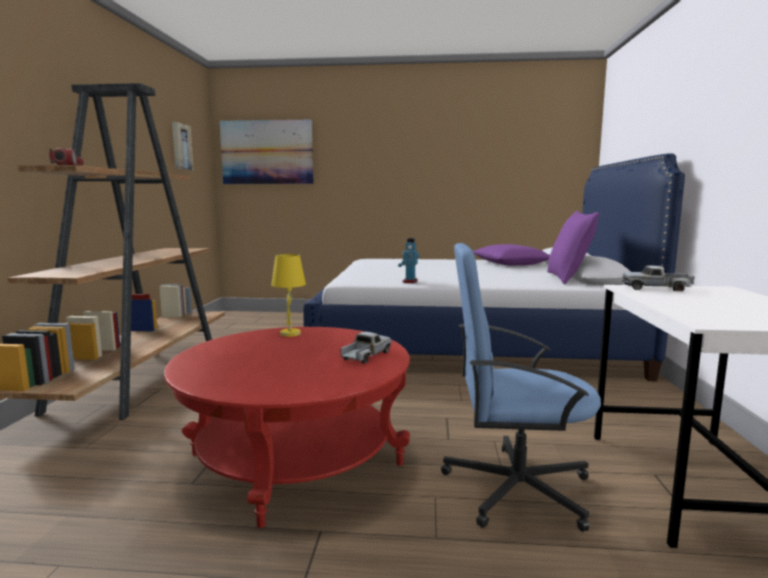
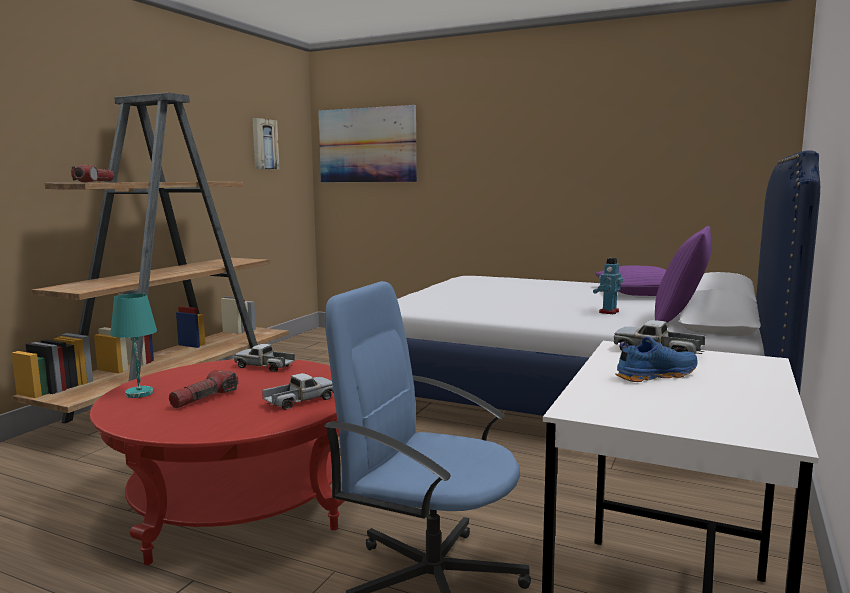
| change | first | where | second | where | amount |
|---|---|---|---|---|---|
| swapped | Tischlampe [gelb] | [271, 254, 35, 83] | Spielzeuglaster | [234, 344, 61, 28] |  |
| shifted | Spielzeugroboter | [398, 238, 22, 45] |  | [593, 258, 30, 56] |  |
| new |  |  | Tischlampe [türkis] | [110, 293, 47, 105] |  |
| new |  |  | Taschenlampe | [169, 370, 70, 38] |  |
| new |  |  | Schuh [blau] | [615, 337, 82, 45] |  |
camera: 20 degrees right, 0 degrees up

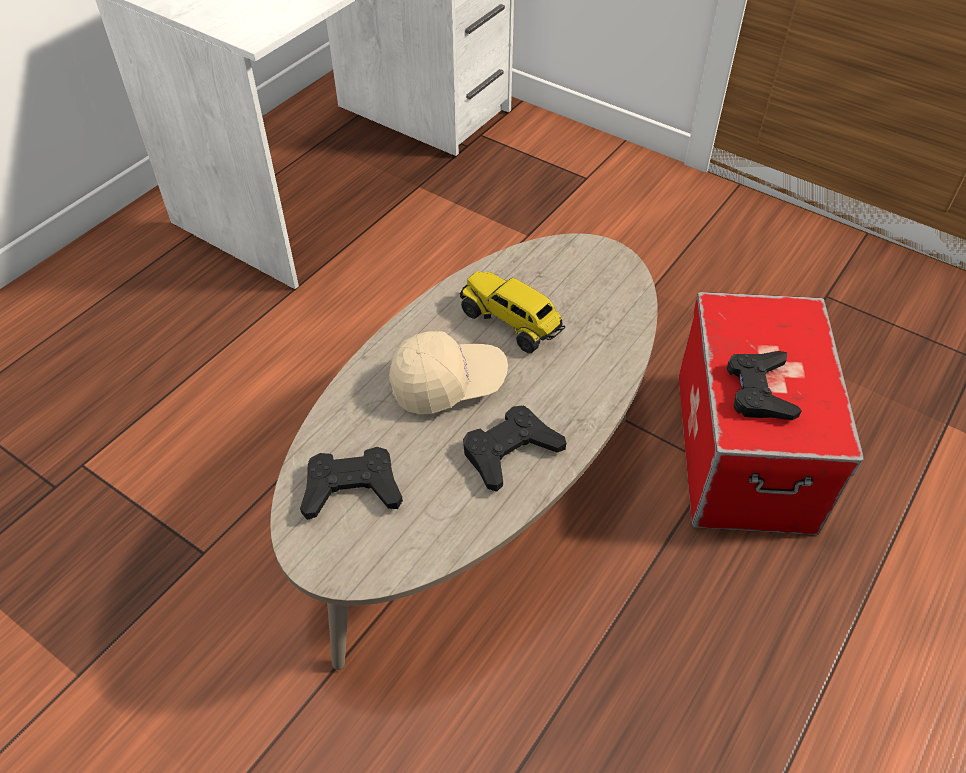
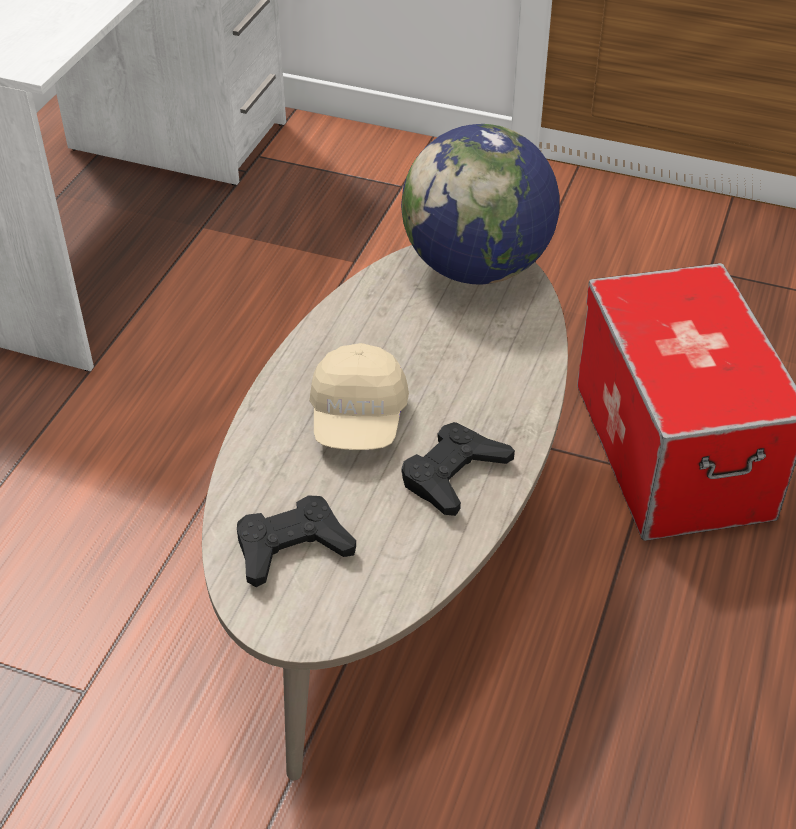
| change | first | where | second | where | amount |
|---|---|---|---|---|---|
| rotated | Kappe [beige] | [389, 331, 119, 84] |  | [309, 343, 100, 107] | 120 degrees clockwise |
| gone | Spielzeuglaster | [460, 271, 105, 82] |  |  |  |
| gone | Gamepad [schwarz] | [727, 351, 75, 69] |  |  |  |
| new |  |  | Globus | [401, 124, 158, 161] |  |
camera: 15 degrees left, 5 degrees down

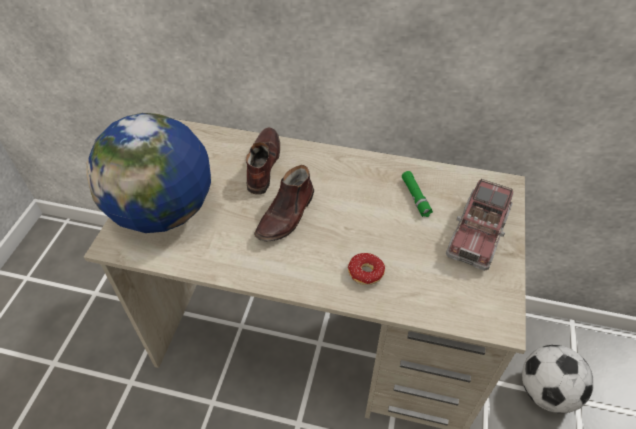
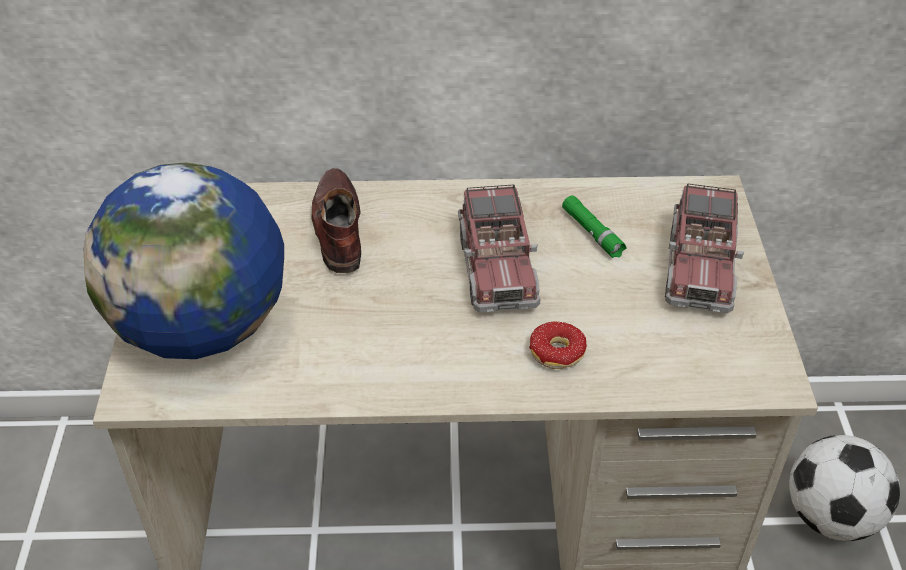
| change | first | where | second | where | amount |
|---|---|---|---|---|---|
| gone | Schuh [braun] | [254, 165, 60, 77] |  |  |  |
| new |  |  | Spielzeuglaster | [458, 185, 82, 127] |  |
camera: 15 degrees left, 5 degrees down

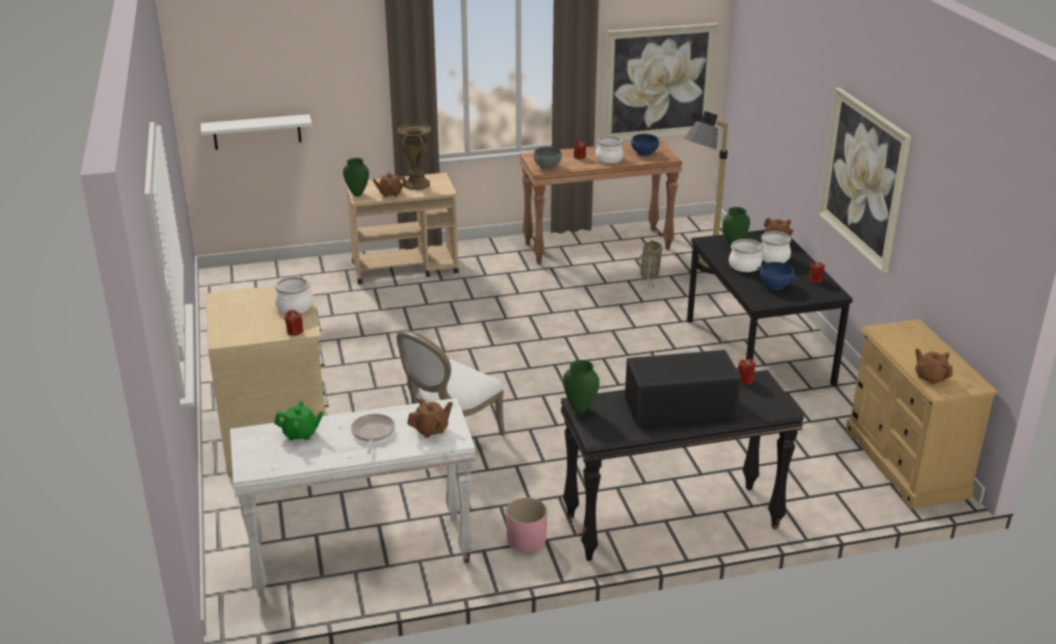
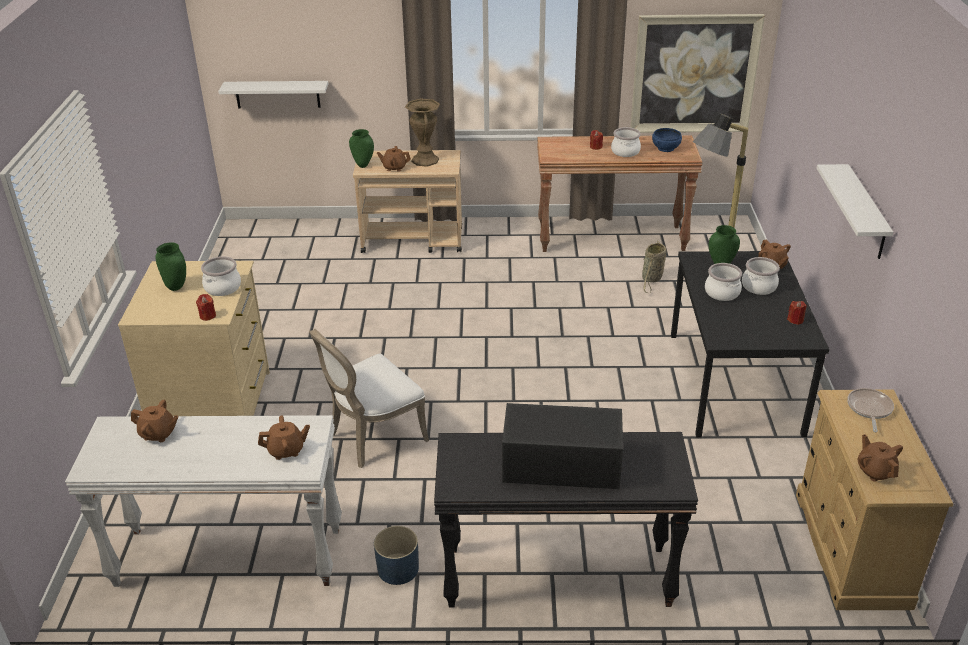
| change | first | where | second | where | amount |
|---|---|---|---|---|---|
| repainted | Teekanne [grün] | [274, 401, 50, 40] | Teekanne [braun] | [131, 400, 48, 42] |  |
| shifted | Pfanne | [351, 414, 44, 40] |  | [847, 388, 47, 44] |  |
| repainted | Pflanzkübel [rosa] | [506, 498, 41, 54] | Pflanzkübel [blau] | [374, 526, 45, 59] |  |
| gone | Schüssel [grau] | [533, 147, 29, 23] |  |  |  |
| shifted | Vase [grün] | [563, 360, 36, 54] |  | [155, 242, 31, 49] |  |
| gone | Kerze [rot] | [738, 359, 18, 26] |  |  |  |
| gone | Schüssel [blau] | [757, 262, 40, 28] |  |  |  |
| swapped | Bild | [818, 88, 93, 185] | Wandregal [weiß] | [816, 164, 77, 95] |  |
camera: 15 degrees right, 5 degrees up

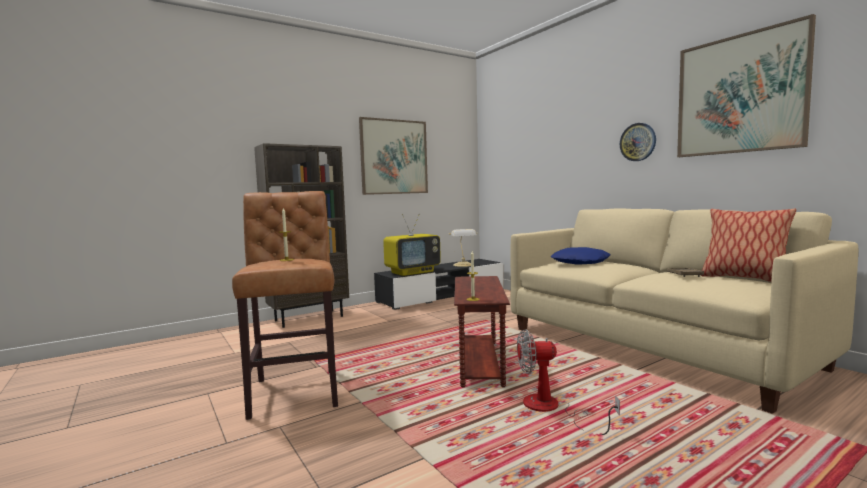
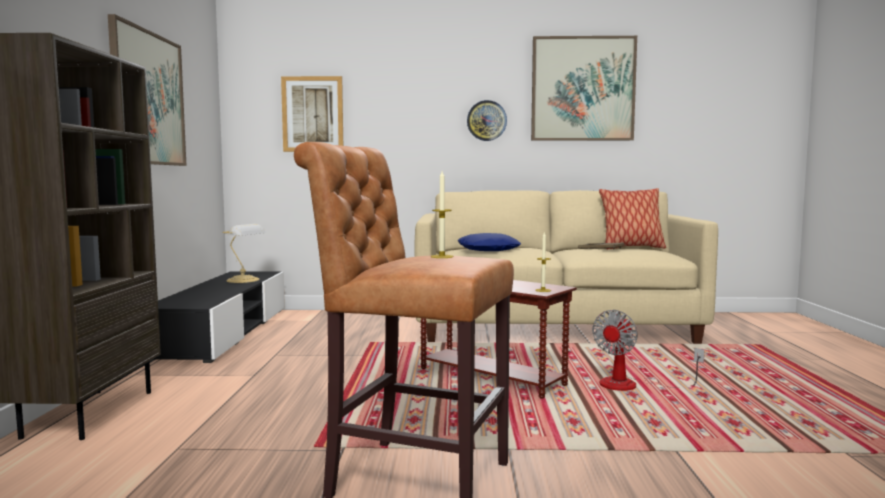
| change | first | where | second | where | amount |
|---|---|---|---|---|---|
| gone | Fernseher | [383, 214, 58, 62] |  |  |  |
| new |  |  | Bild | [281, 76, 62, 76] |  |
camera: 55 degrees left, 0 degrees up

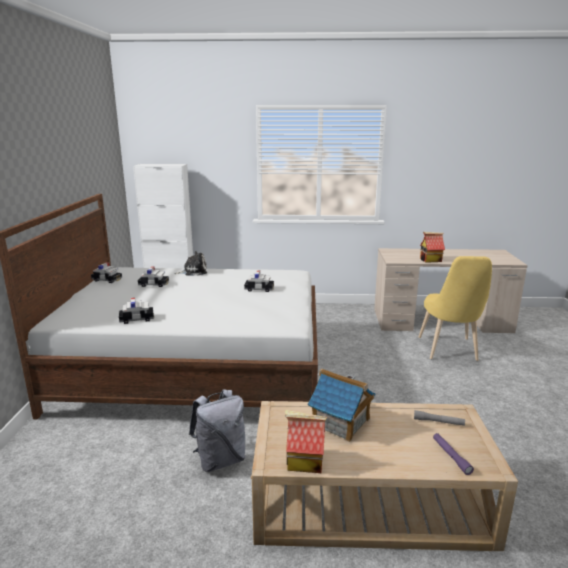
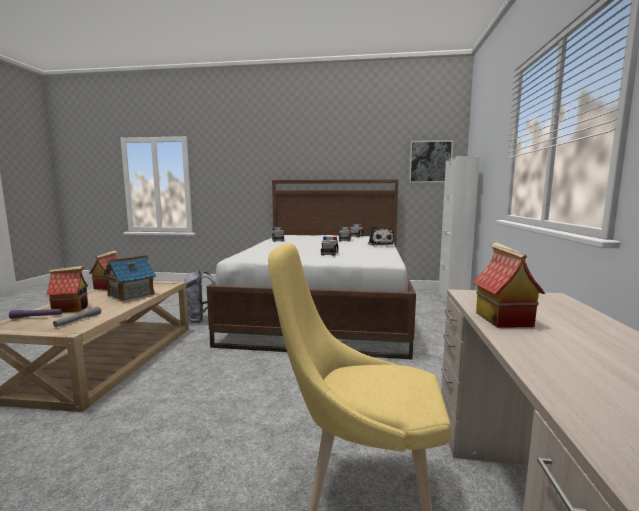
| change | first | where | second | where | amount |
|---|---|---|---|---|---|
| new |  |  | Spielzeughaus | [46, 266, 42, 46] |  |
| new |  |  | Bild | [409, 140, 44, 43] |  |
camera: 95 degrees right, 10 degrees down

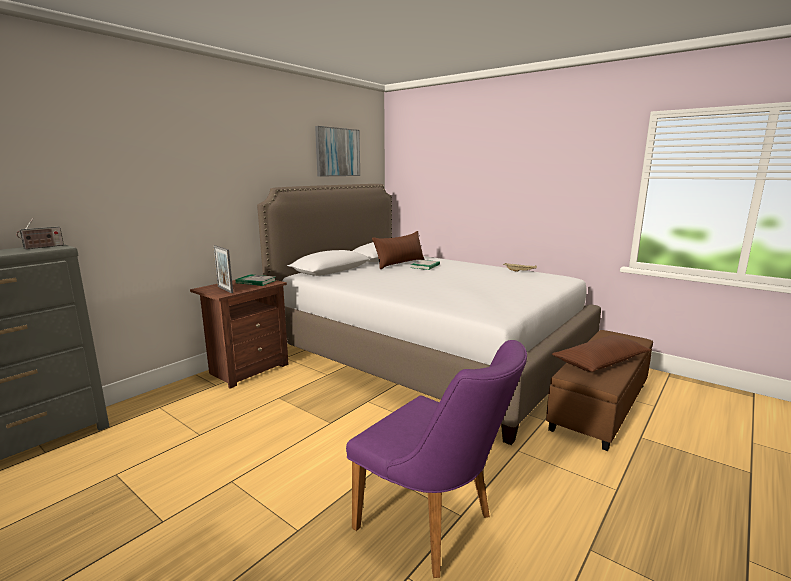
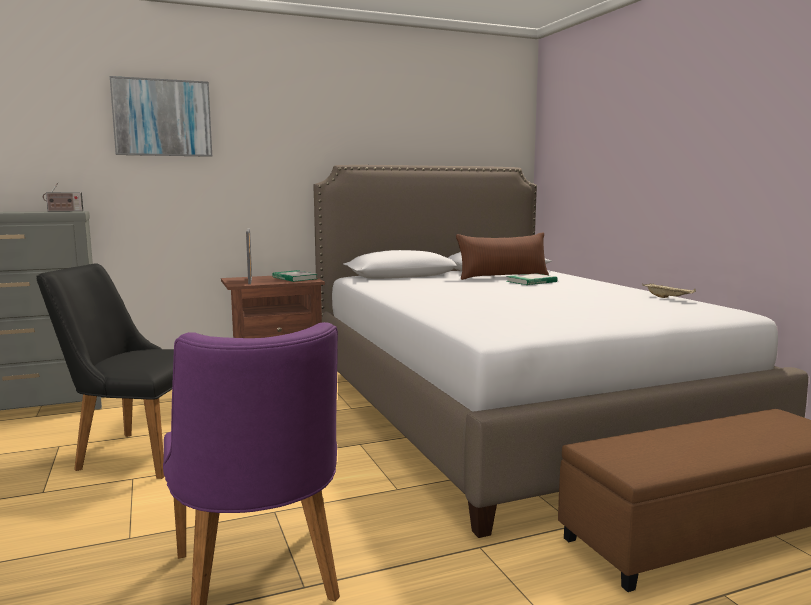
| change | first | where | second | where | amount |
|---|---|---|---|---|---|
| shifted | Bild | [315, 126, 45, 51] |  | [110, 76, 102, 81] |  |
| gone | Kissen [braun] | [552, 335, 99, 37] |  |  |  |
| new |  |  | Stuhl [schwarz] | [36, 263, 138, 216] |  |
camera: 30 degrees right, 5 degrees down

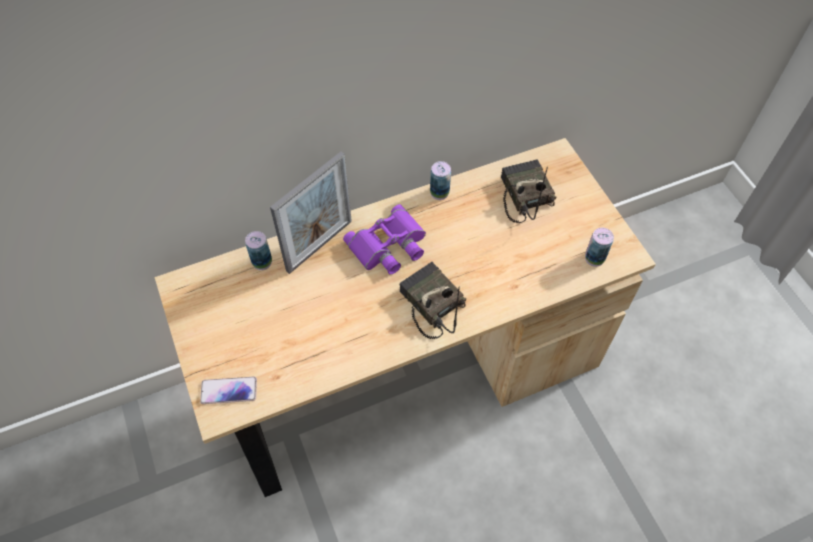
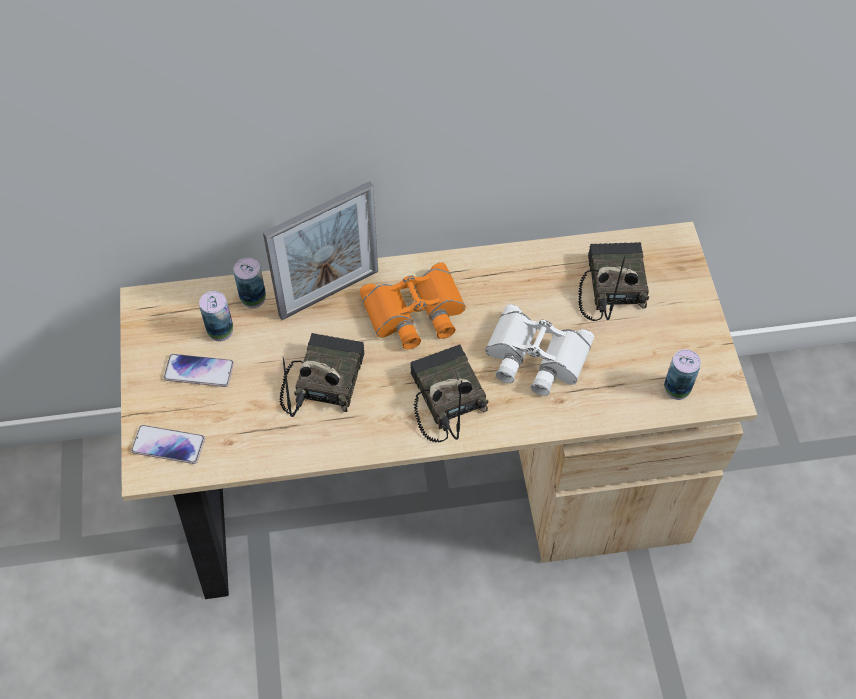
| change | first | where | second | where | amount |
|---|---|---|---|---|---|
| repainted | Fernglas [lila] | [343, 204, 83, 70] | Fernglas [orange] | [360, 263, 106, 86] |  |
| shifted | Dose | [430, 161, 21, 39] |  | [199, 291, 34, 50] |  |
| new |  |  | Handy | [164, 354, 70, 33] |  |
| new |  |  | Radio | [280, 333, 85, 84] |  |
| new |  |  | Fernglas [weiß] | [485, 304, 109, 92] |  |
camera: 15 degrees right, 0 degrees up

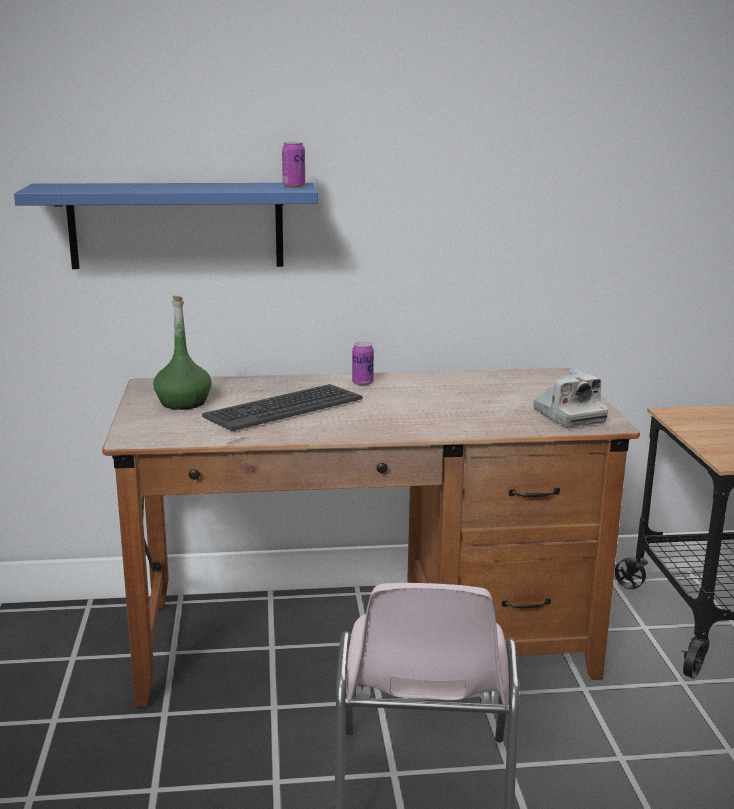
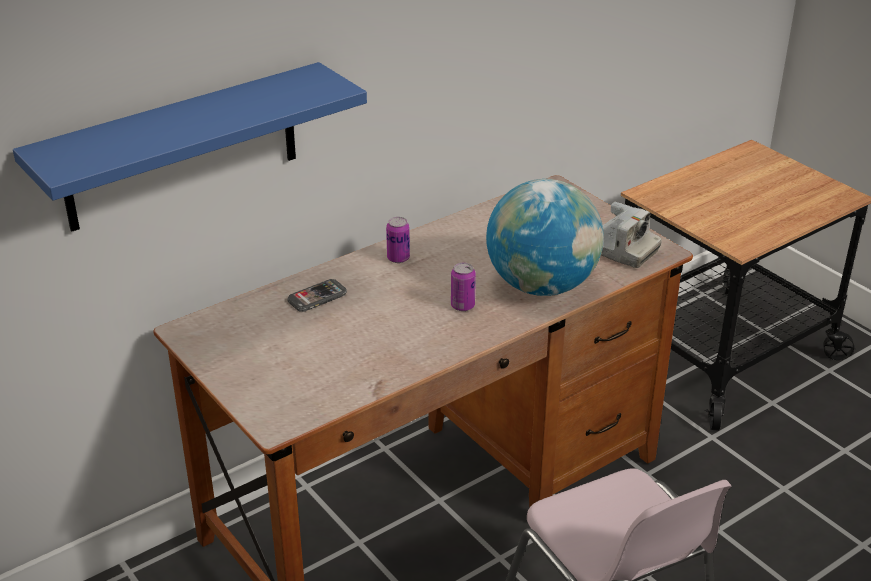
| change | first | where | second | where | amount |
|---|---|---|---|---|---|
| gone | Flasche [grün] | [153, 296, 59, 114] |  |  |  |
| gone | Tastatur | [202, 384, 161, 47] |  |  |  |
| shifted | Dose | [282, 141, 23, 47] |  | [451, 263, 25, 48] |  |
| new |  |  | Handy | [287, 279, 60, 33] |  |
| new |  |  | Globus | [486, 179, 118, 117] |  |
camera: 30 degrees left, 15 degrees up

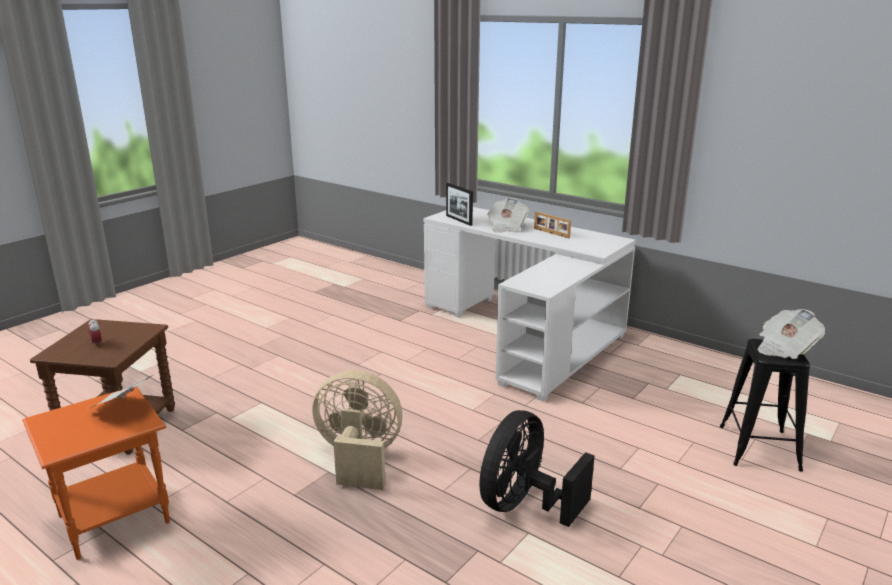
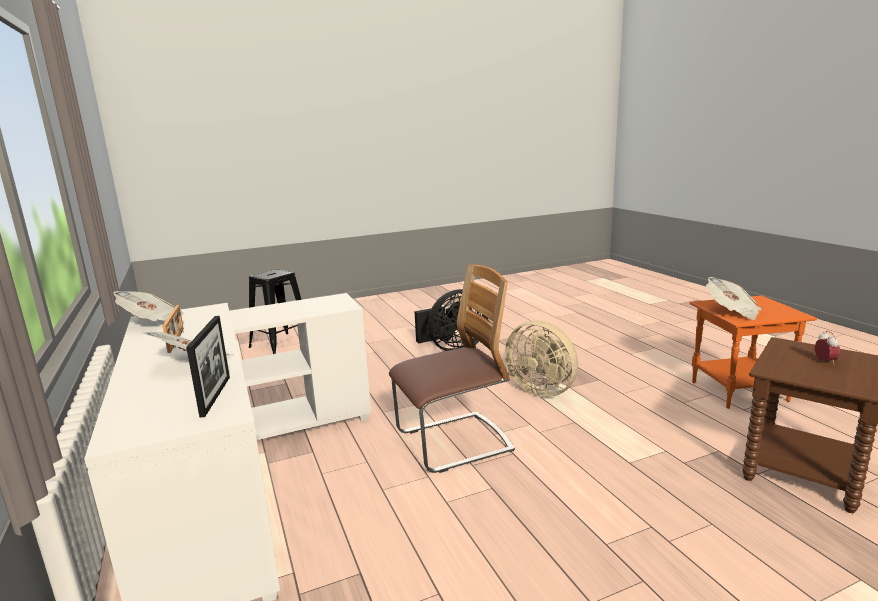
| change | first | where | second | where | amount |
|---|---|---|---|---|---|
| shifted | Zeitung | [758, 309, 67, 50] |  | [113, 291, 69, 30] |  |
| new |  |  | Stuhl | [389, 265, 126, 208] |  |
camera: 150 degrees left, 5 degrees down

